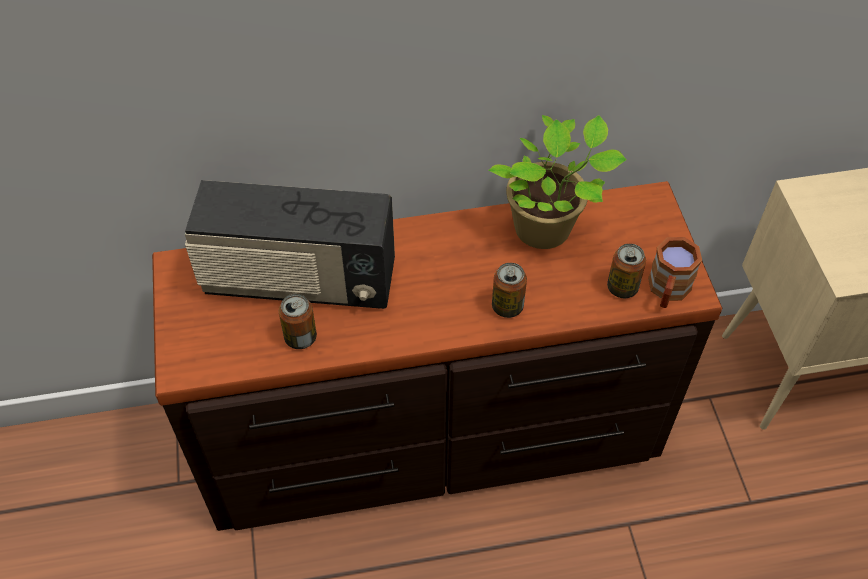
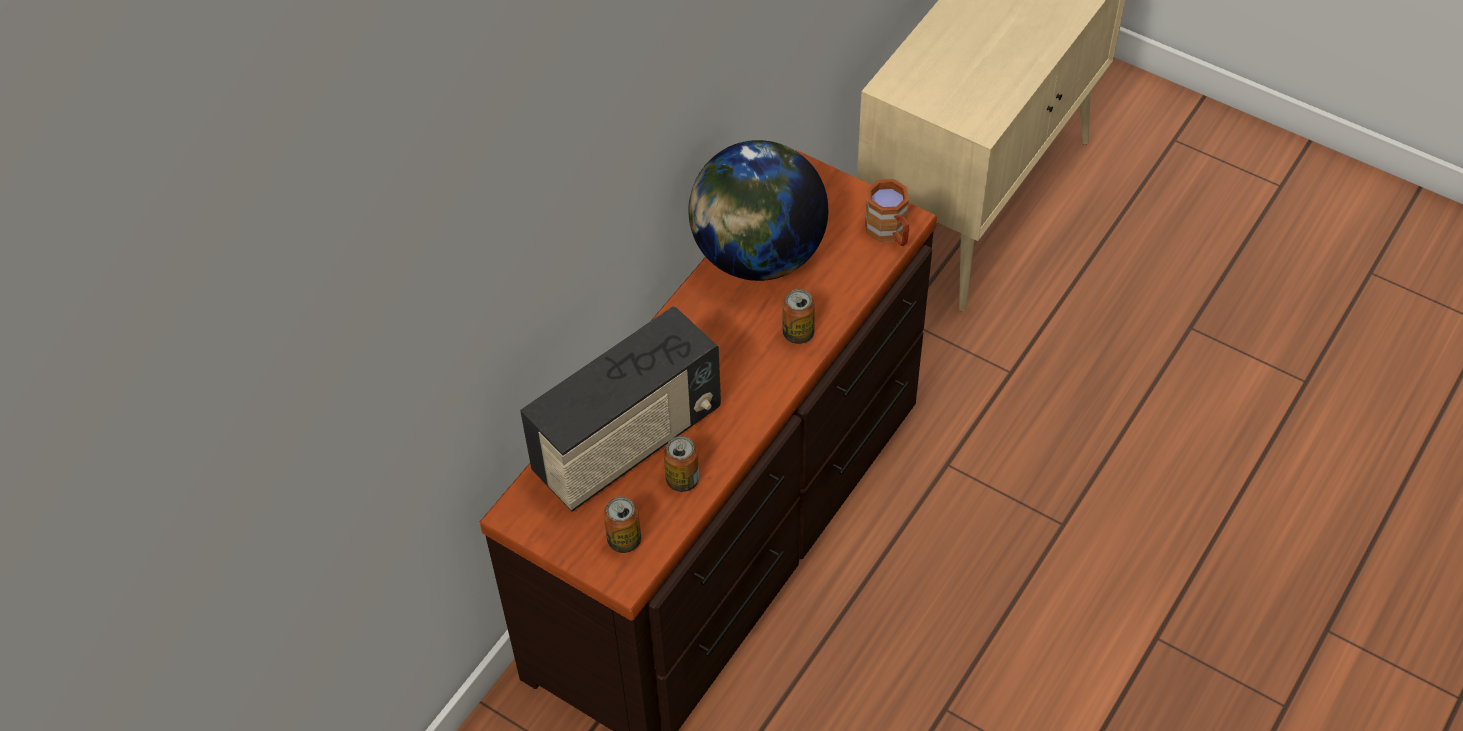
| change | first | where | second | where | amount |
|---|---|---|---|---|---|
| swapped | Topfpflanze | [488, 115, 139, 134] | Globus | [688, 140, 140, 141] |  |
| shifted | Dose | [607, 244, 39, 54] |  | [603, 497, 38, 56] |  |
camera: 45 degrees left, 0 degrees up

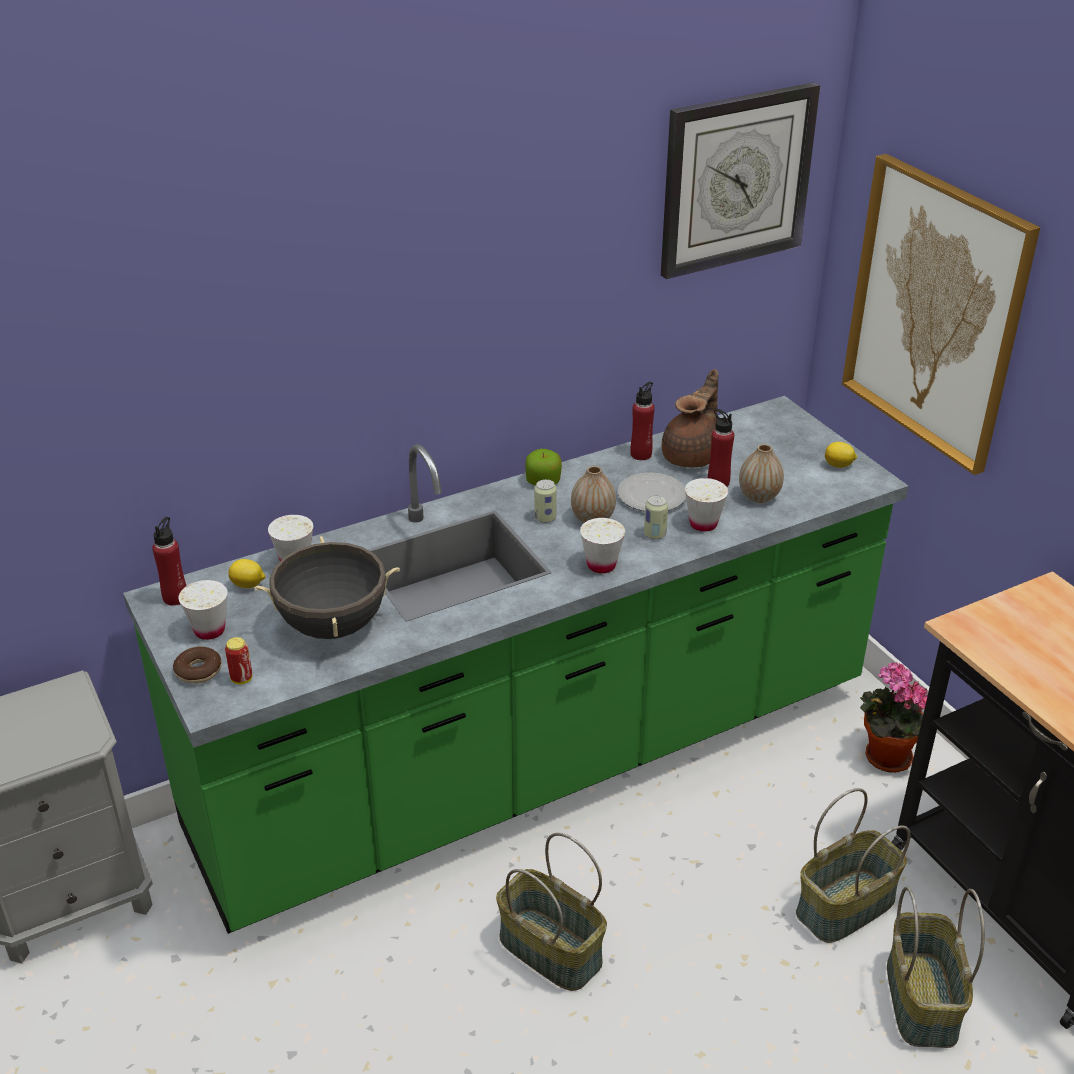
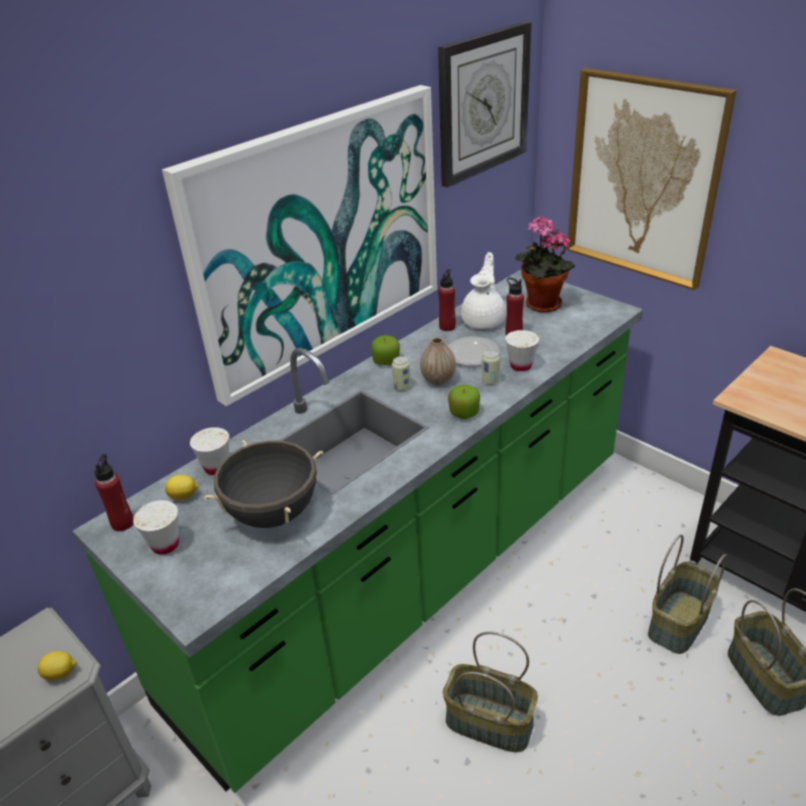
| change | first | where | second | where | amount |
|---|---|---|---|---|---|
| gone | Donut | [173, 647, 49, 37] |  |  |  |
| gone | Dose | [225, 637, 27, 47] |  |  |  |
| swapped | Tasse [weiß] | [580, 518, 45, 56] | Apfel | [448, 385, 32, 34] |  |
| repainted | Teekanne [braun] | [662, 369, 56, 99] | Teekanne [weiß] | [461, 252, 45, 77] |  |
| gone | Vase | [739, 444, 45, 59] |  |  |  |
| shifted | Zitrone | [825, 442, 32, 26] |  | [38, 651, 39, 29] |  |
| shifted | Topfpflanze | [860, 662, 68, 111] |  | [516, 216, 59, 97] |  |
| new |  |  | Bild | [162, 85, 275, 321] |  |
camera: 15 degrees left, 0 degrees up

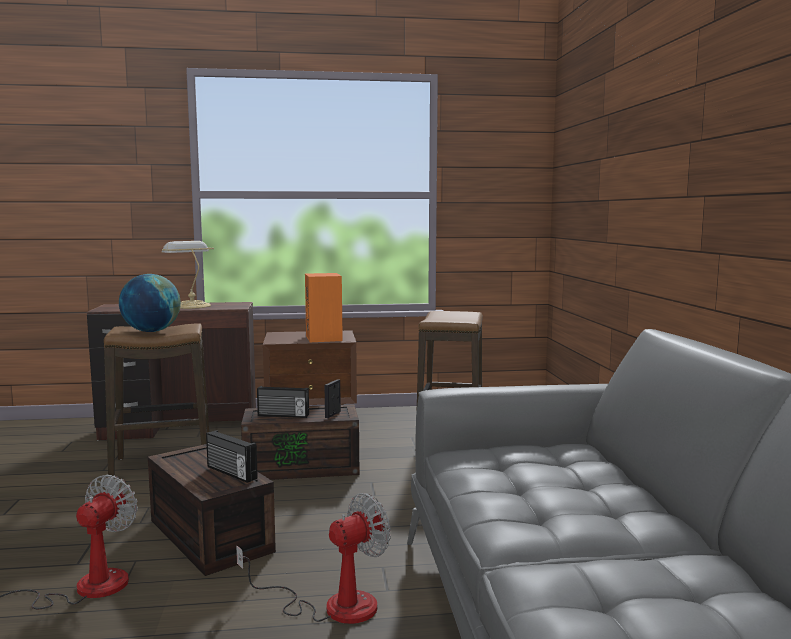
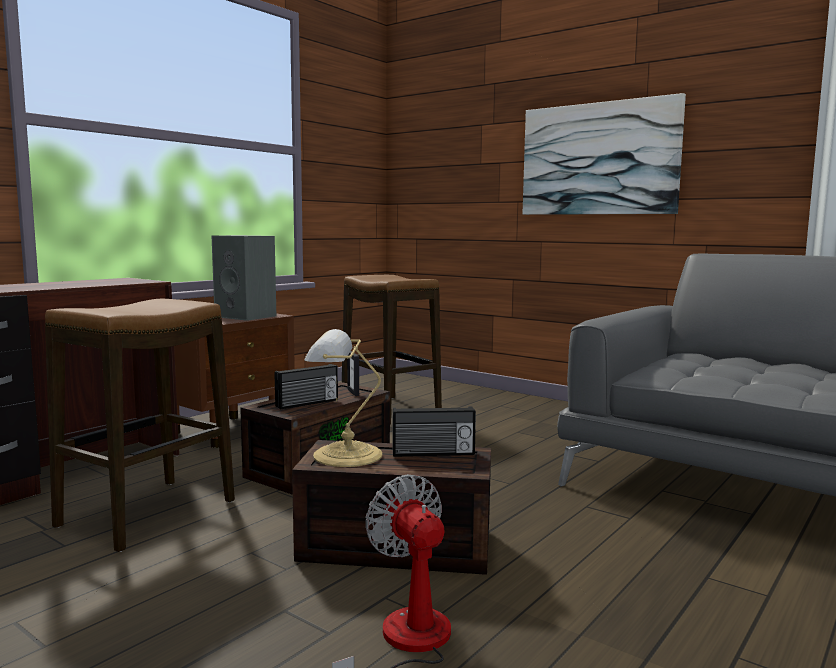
| change | first | where | second | where | amount |
|---|---|---|---|---|---|
| gone | Globus | [119, 274, 62, 58] |  |  |  |
| shifted | Tischlampe | [162, 241, 52, 68] |  | [304, 329, 78, 138] |  |
| gone | Ventilator | [236, 493, 155, 131] |  |  |  |
| repainted | Lautsprecher [orange] | [305, 273, 38, 69] | Lautsprecher [grau] | [211, 235, 65, 86] |  |
| new |  |  | Bild | [523, 93, 163, 122] |  |
camera: 45 degrees left, 0 degrees up

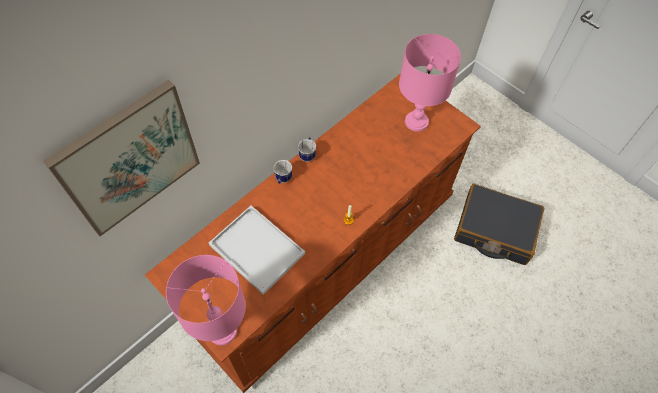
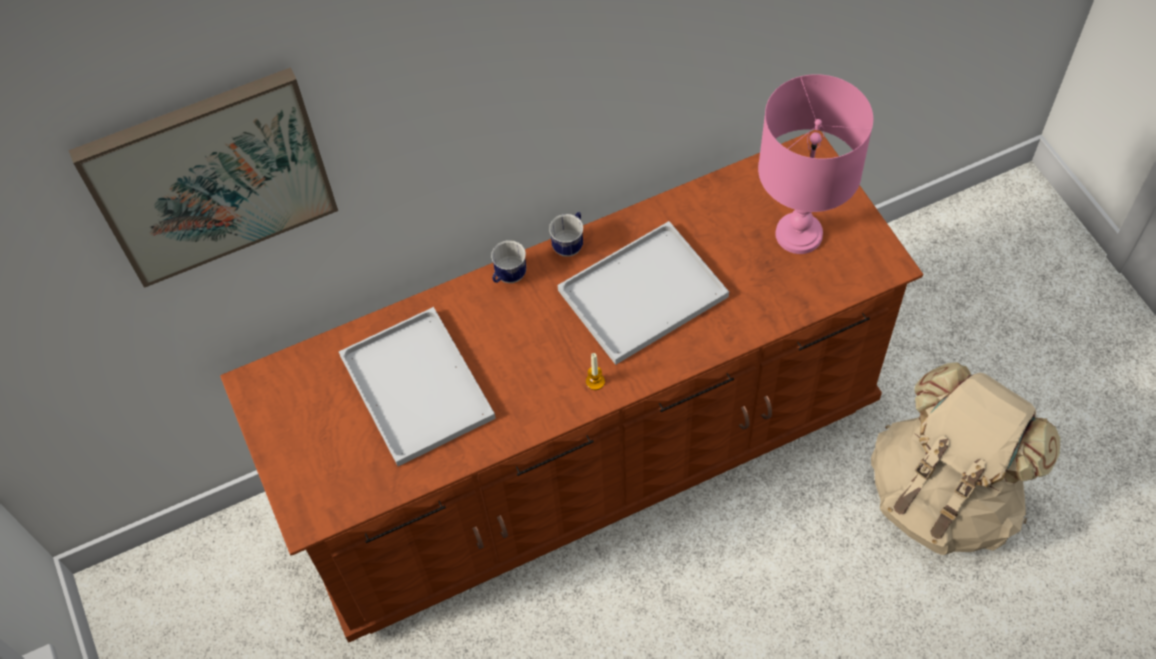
| change | first | where | second | where | amount |
|---|---|---|---|---|---|
| gone | Tischlampe [rosa] | [166, 255, 80, 90] |  |  |  |
| swapped | Koffer [schwarz] | [454, 184, 91, 81] | Rucksack [beige] | [871, 362, 189, 193] |  |
| new |  |  | Tablett [weiß] | [558, 221, 171, 144] |  |
camera: 25 degrees right, 0 degrees up

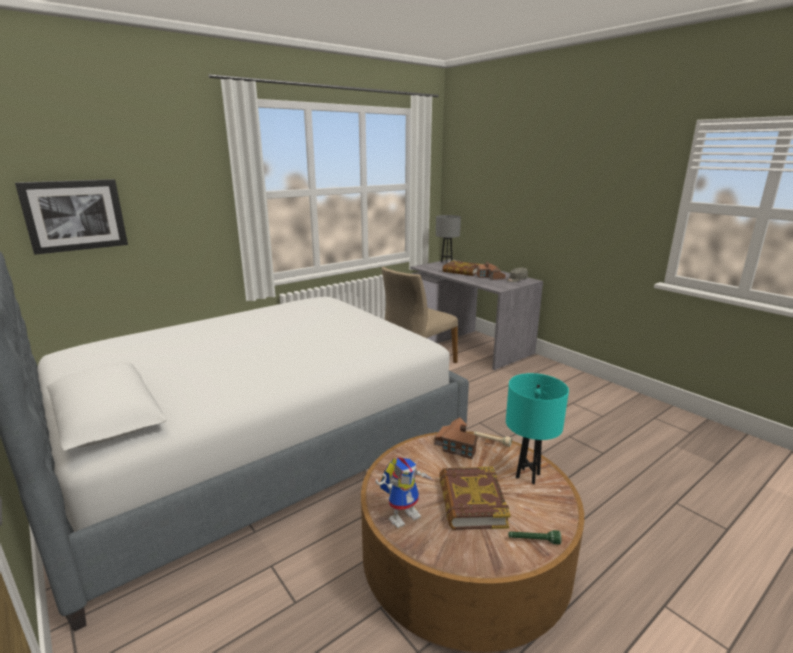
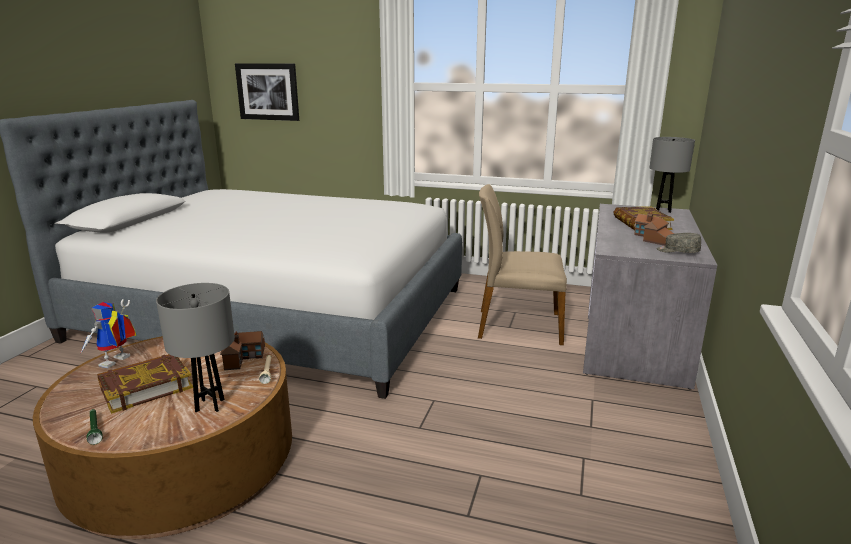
| change | first | where | second | where | amount |
|---|---|---|---|---|---|
| rotated | Spielzeugroboter | [376, 457, 58, 71] |  | [80, 299, 57, 69] | 90 degrees clockwise |
| repainted | Tischlampe [türkis] | [506, 373, 63, 112] | Tischlampe [grau] | [156, 283, 79, 129] |  |
camera: 55 degrees right, 0 degrees up

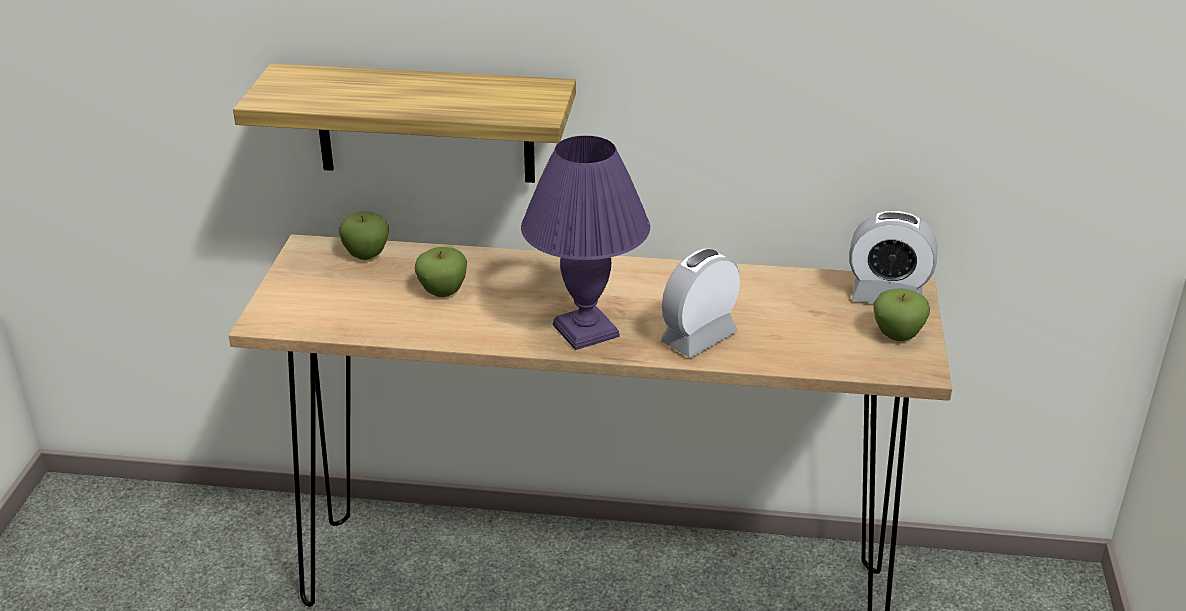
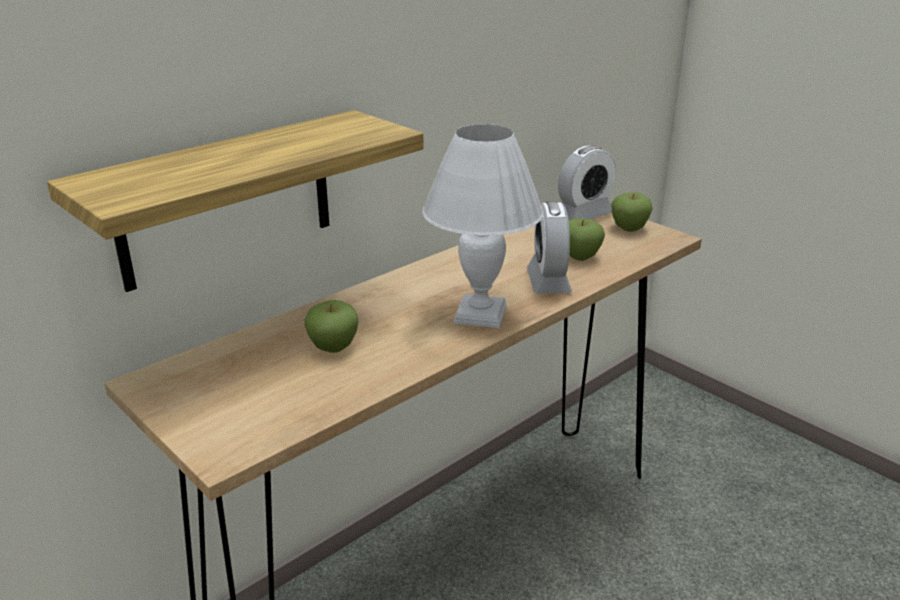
| change | first | where | second | where | amount |
|---|---|---|---|---|---|
| shifted | Apfel | [339, 211, 50, 49] |  | [569, 218, 36, 43] |  |
| repainted | Tischlampe [lila] | [521, 136, 129, 214] | Tischlampe [weiß] | [422, 124, 122, 204] |  |
camera: 50 degrees left, 5 degrees down

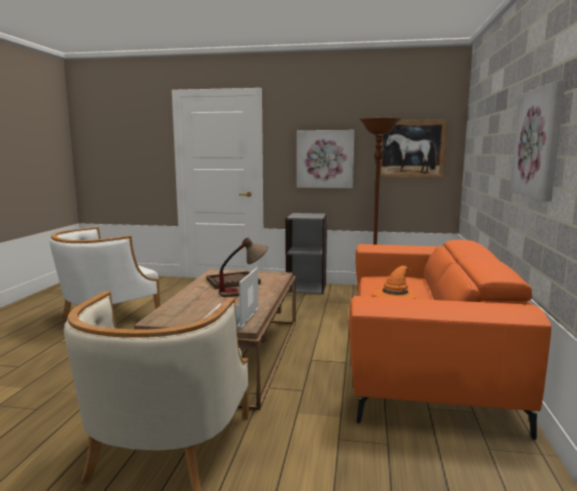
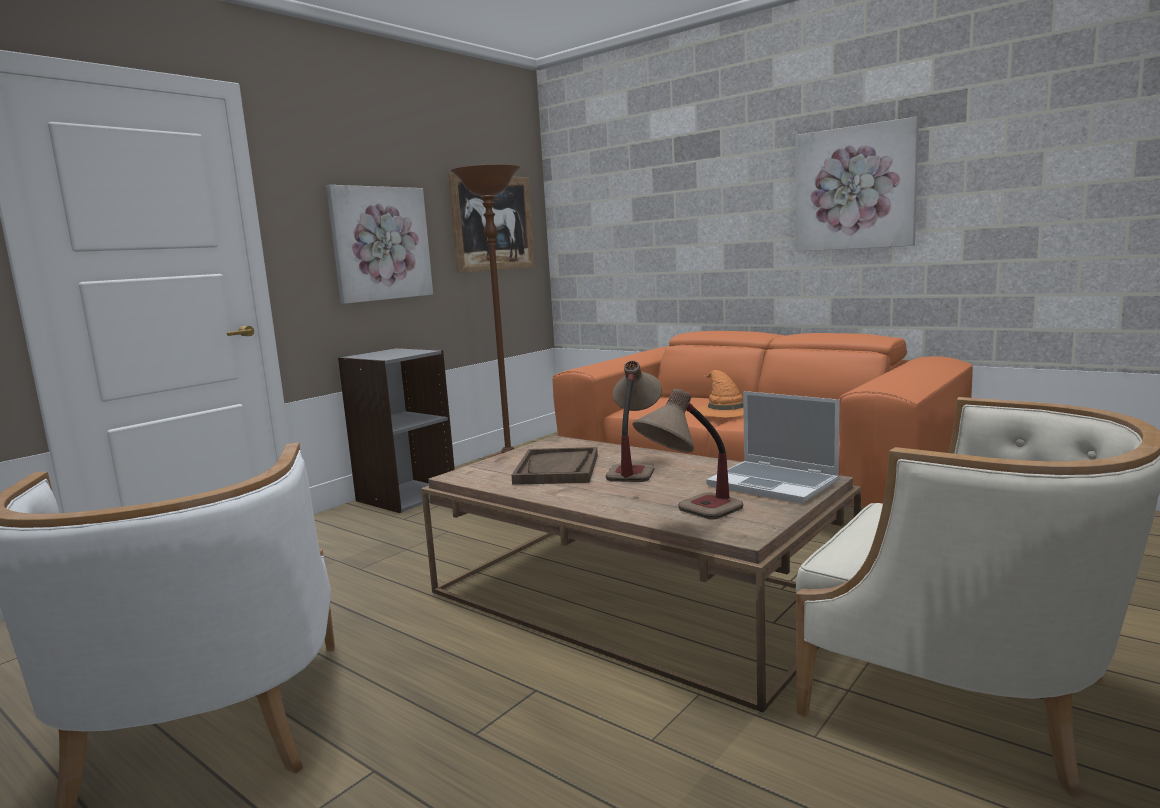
| change | first | where | second | where | amount |
|---|---|---|---|---|---|
| new |  |  | Tischlampe | [632, 389, 111, 130] |  |
camera: 60 degrees left, 0 degrees up

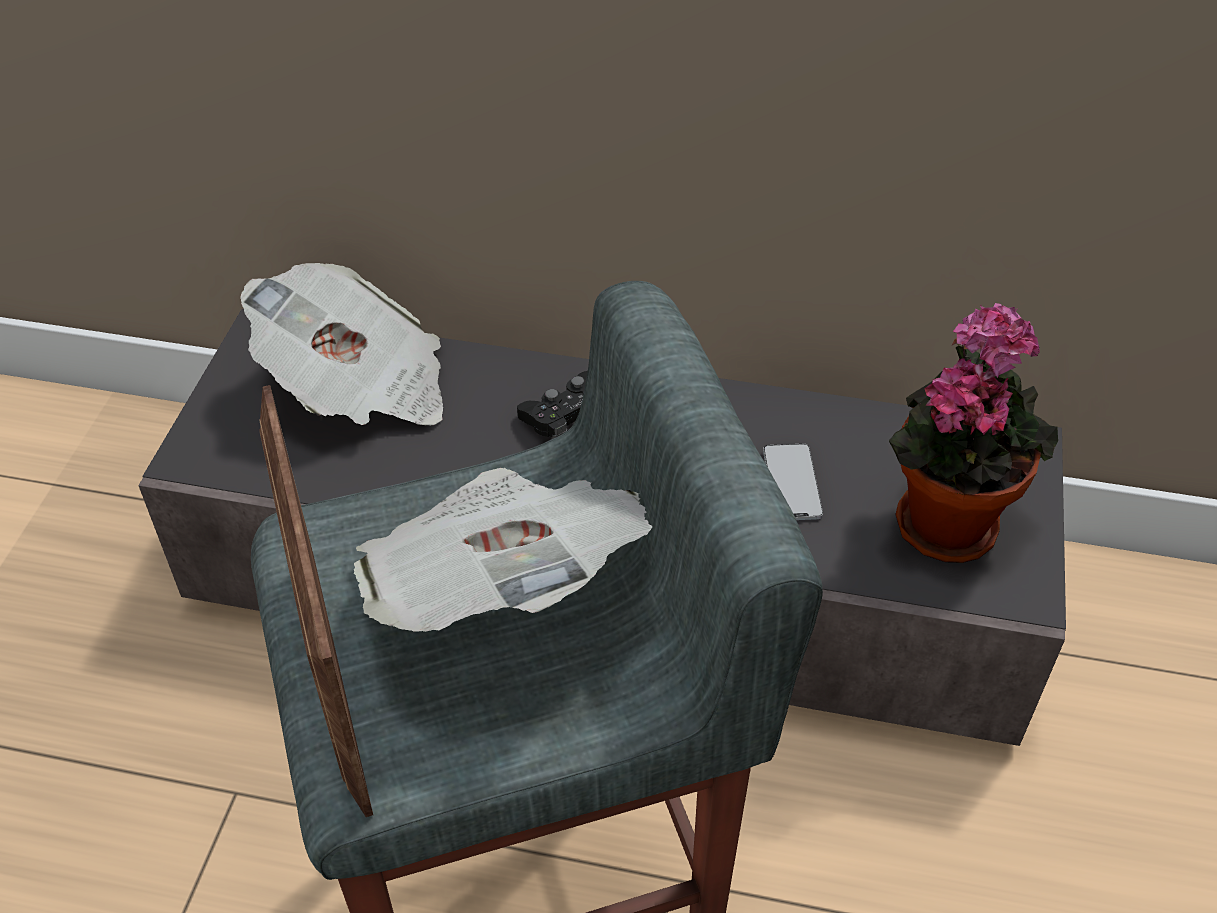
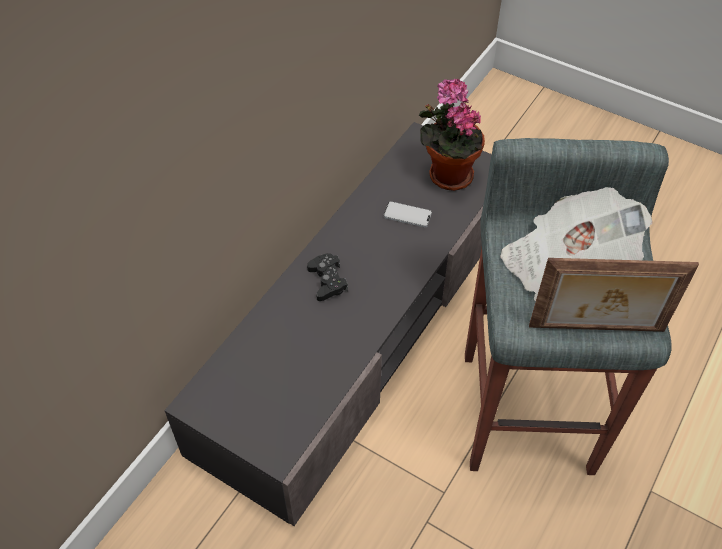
| change | first | where | second | where | amount |
|---|---|---|---|---|---|
| gone | Zeitung | [240, 263, 203, 163] |  |  |  |
camera: 70 degrees left, 5 degrees up

